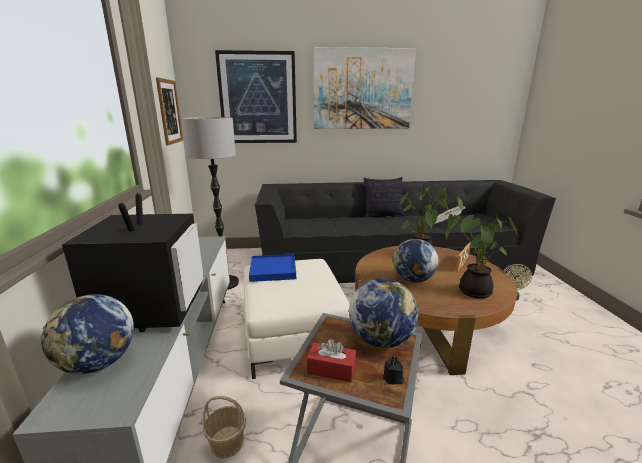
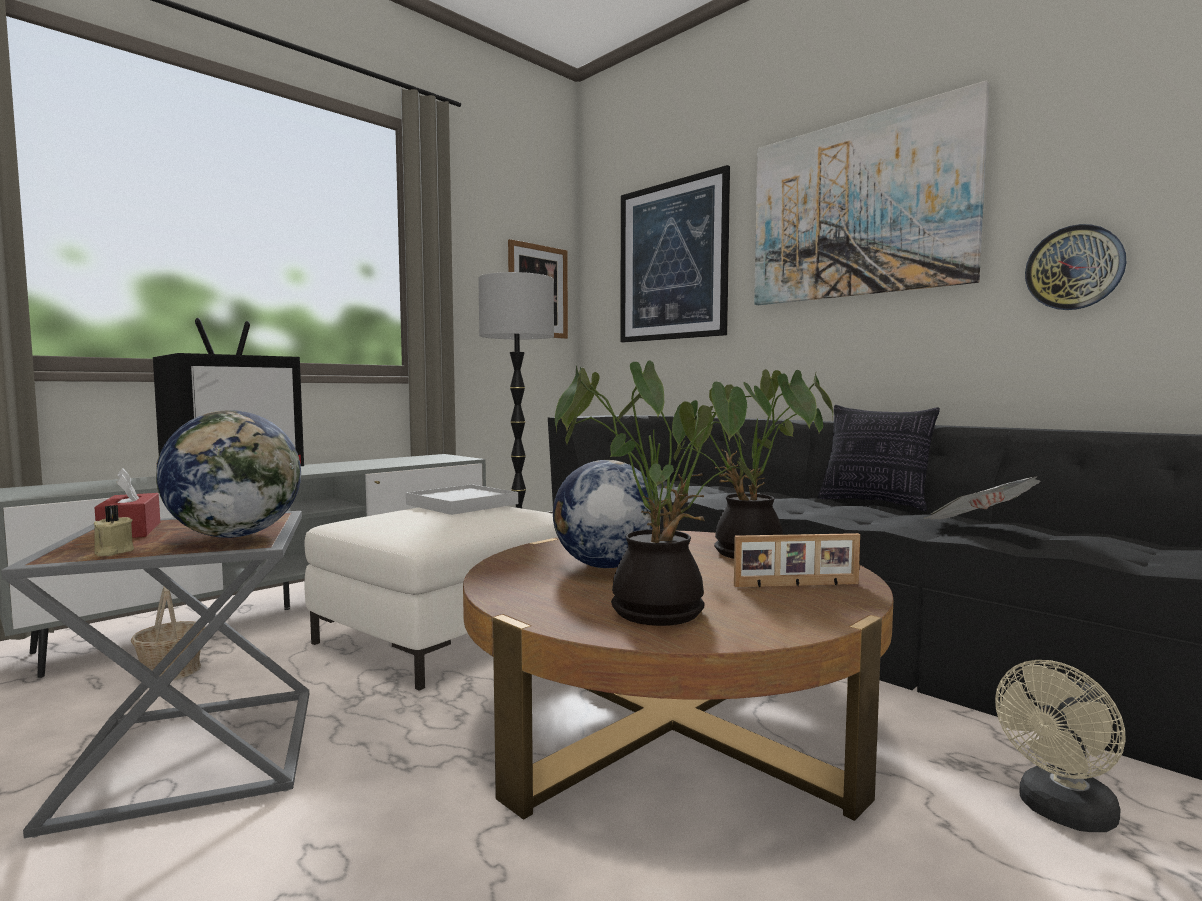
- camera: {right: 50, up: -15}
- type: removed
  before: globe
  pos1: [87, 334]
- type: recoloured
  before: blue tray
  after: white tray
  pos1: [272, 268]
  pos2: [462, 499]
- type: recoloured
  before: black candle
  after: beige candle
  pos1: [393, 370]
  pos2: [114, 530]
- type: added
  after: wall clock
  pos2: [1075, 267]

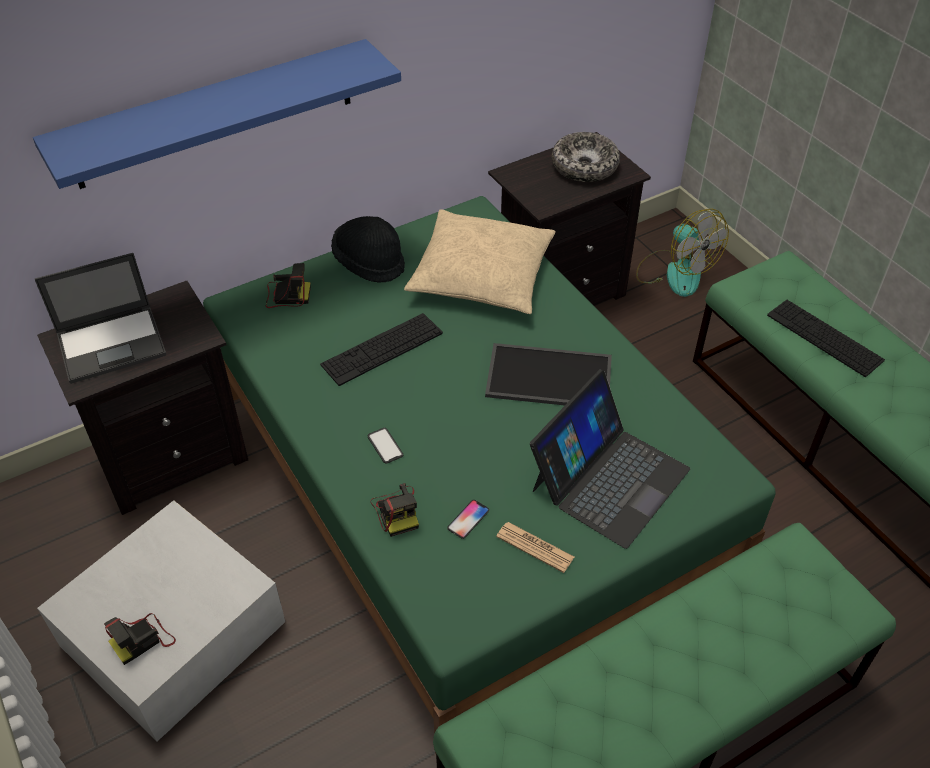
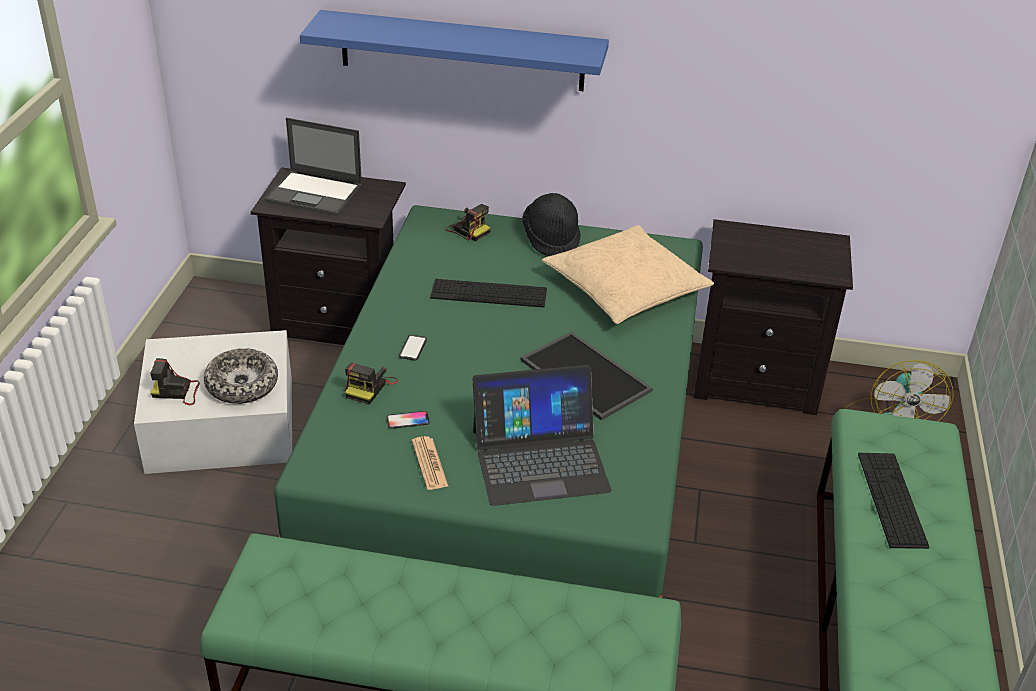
- camera: {right: 40, up: -10}
- type: moved
  before: bowl
  pos1: [586, 157]
  pos2: [241, 376]

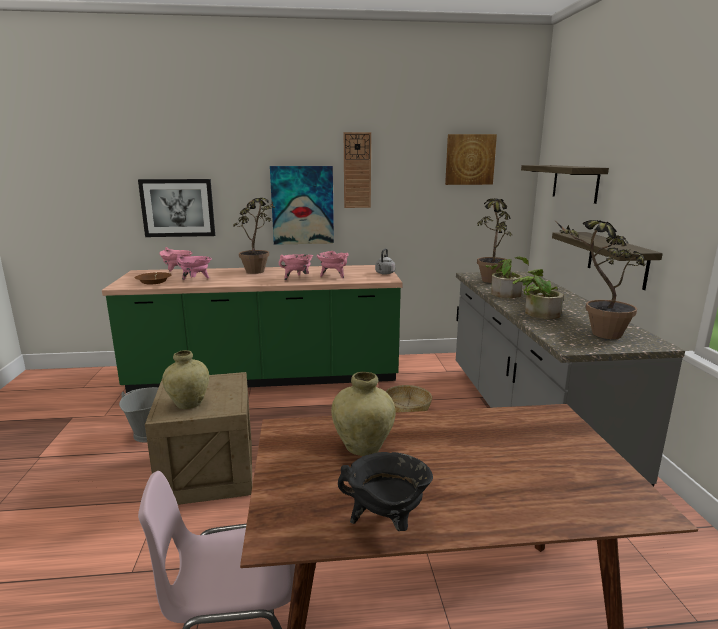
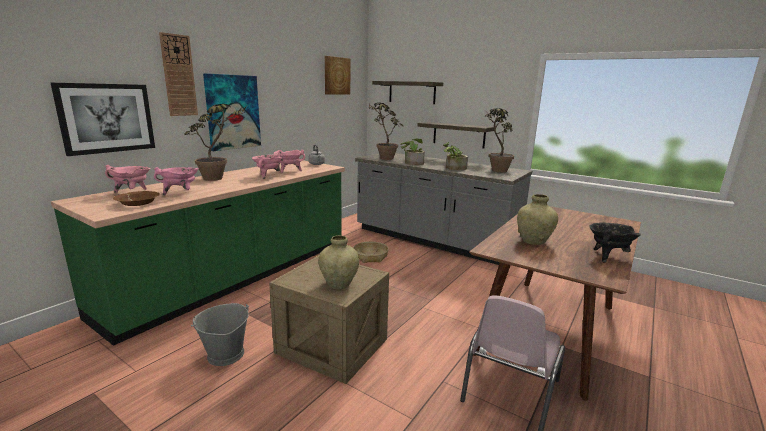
- camera: {right: -50, up: 0}
- type: moved
  before: wall clock
  pos1: [357, 170]
  pos2: [178, 74]

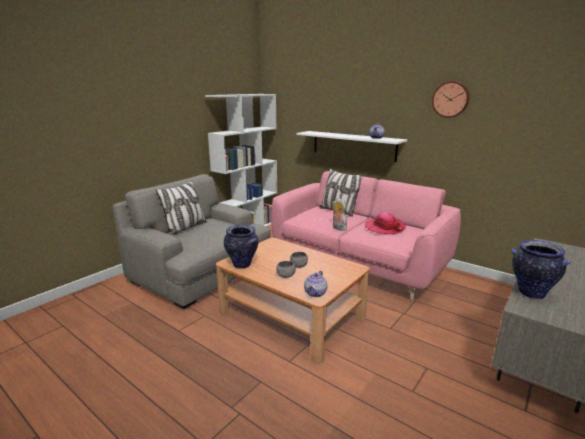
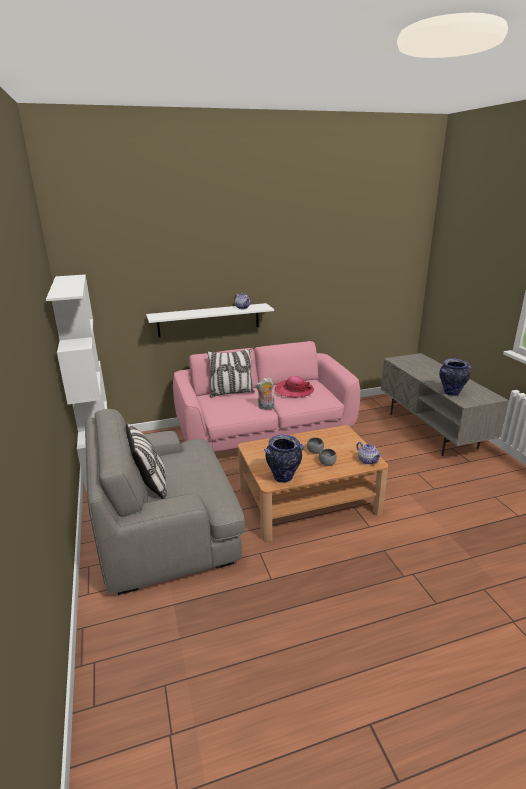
- camera: {right: -55, up: 5}
- type: removed
  before: wall clock
  pos1: [451, 99]

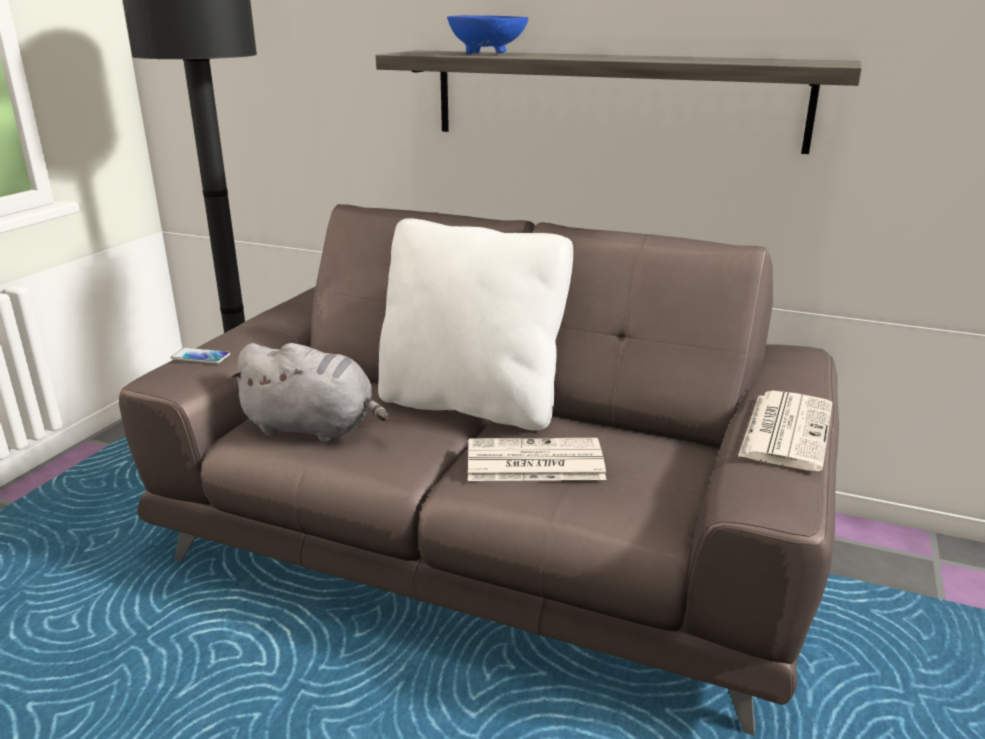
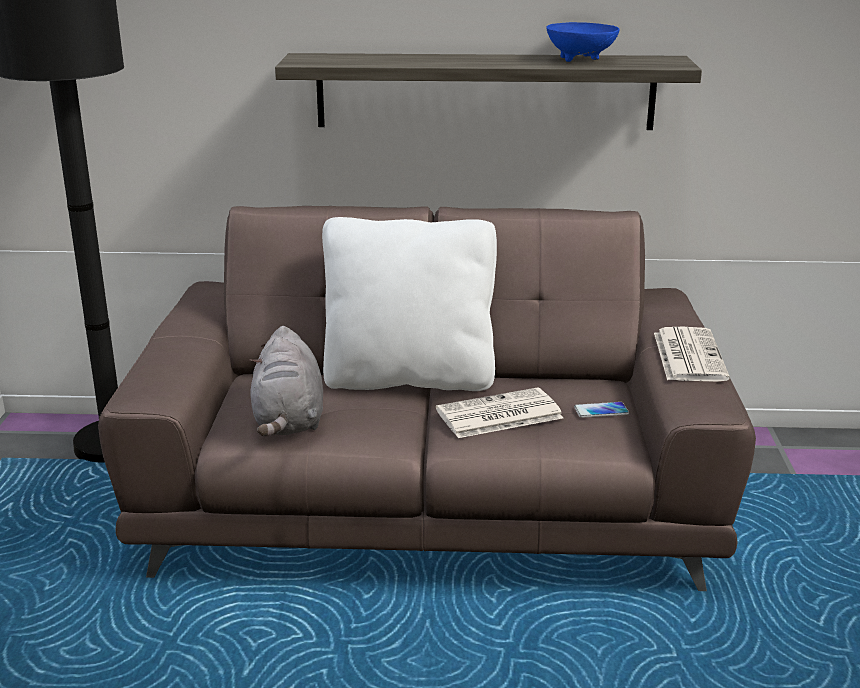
- camera: {right: -20, up: 0}
- type: moved
  before: phone
  pos1: [200, 356]
  pos2: [601, 410]
- type: turned
  before: grey plush toy
  pos1: [308, 392]
  pos2: [286, 381]
  turn: 90
- type: moved
  before: blue bowl
  pos1: [487, 34]
  pos2: [583, 42]

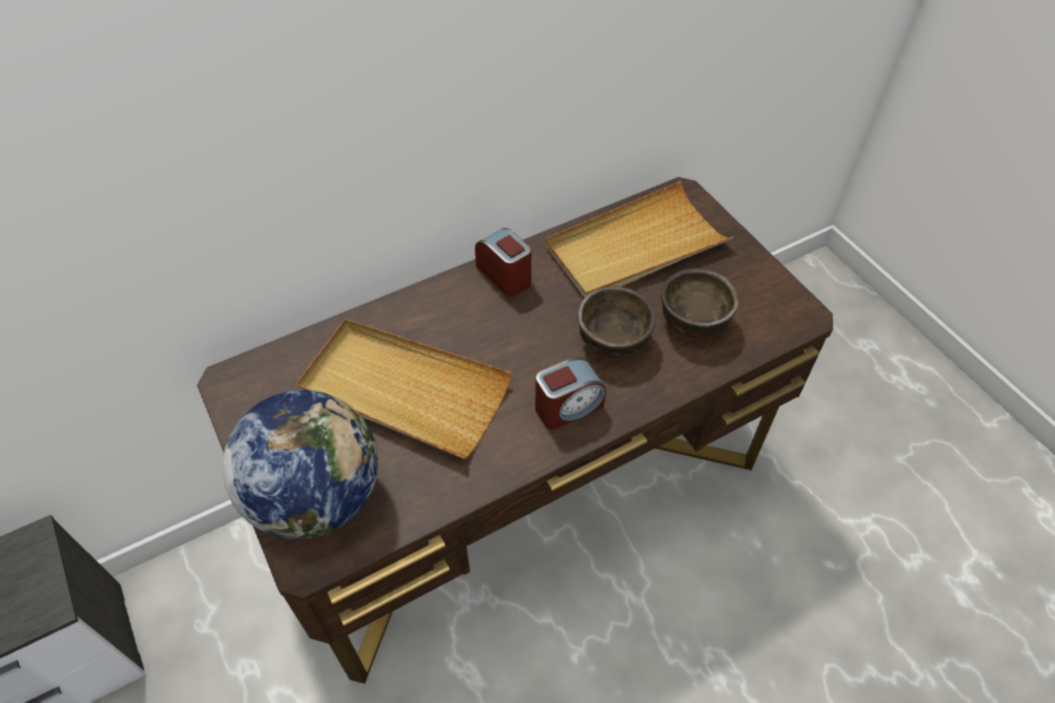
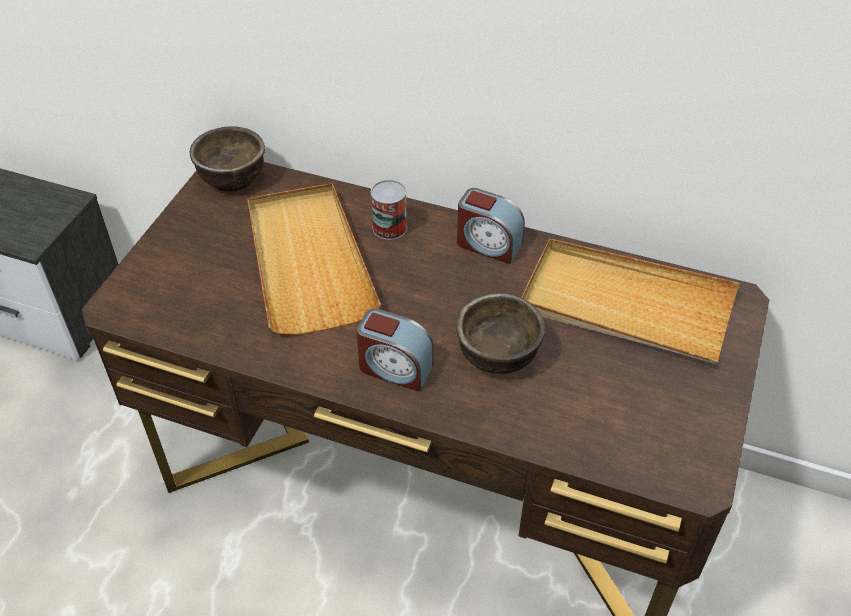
- camera: {right: 50, up: -5}
- type: removed
  before: globe
  pos1: [300, 464]
- type: turned
  before: alarm clock
  pos1: [503, 262]
  pos2: [491, 226]
  turn: 105
- type: moved
  before: brown bowl
  pos1: [700, 304]
  pos2: [227, 159]
- type: added
  after: can
  pos2: [389, 210]

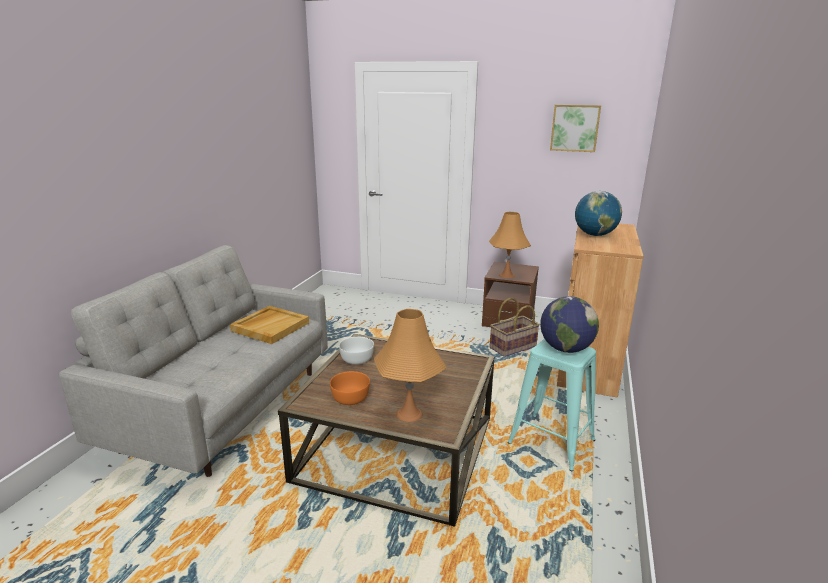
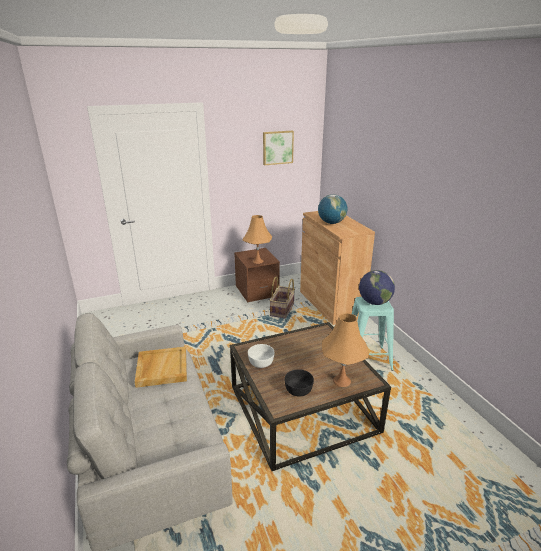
- camera: {right: -40, up: 5}
- type: recoloured
  before: orange bowl
  after: black bowl
  pos1: [350, 388]
  pos2: [299, 383]

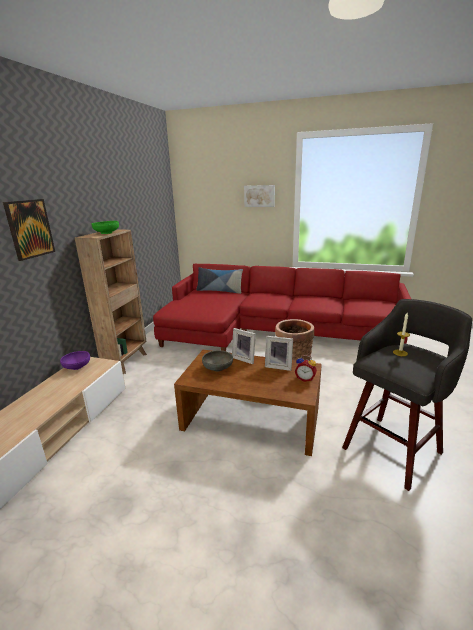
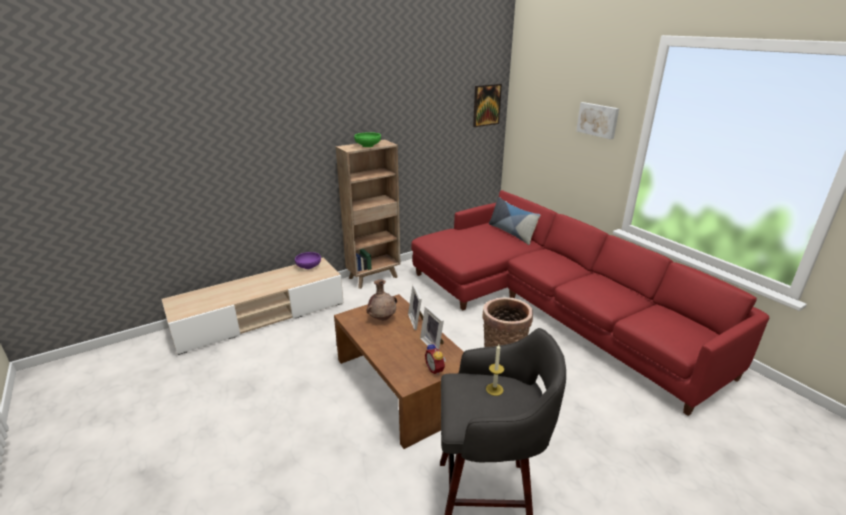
- camera: {right: 40, up: 5}
- type: moved
  before: picture
  pos1: [29, 230]
  pos2: [487, 105]
- type: replaced
  before: grey bowl
  after: brown vase
  pos1: [217, 360]
  pos2: [382, 299]

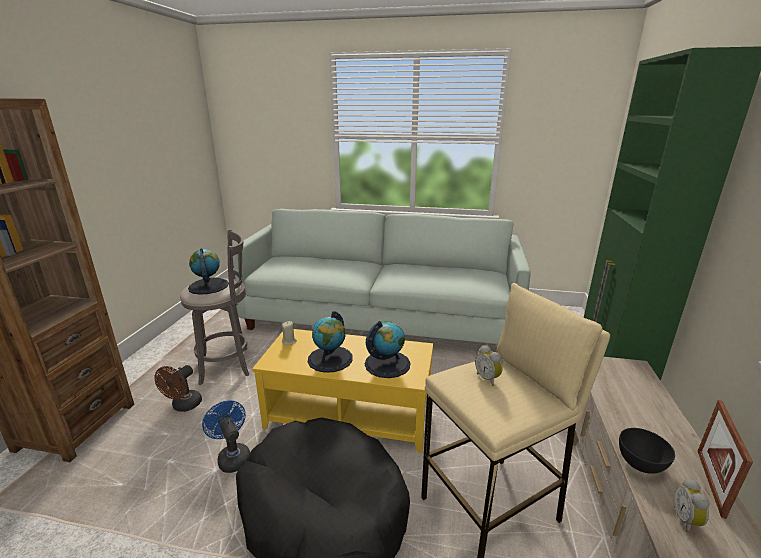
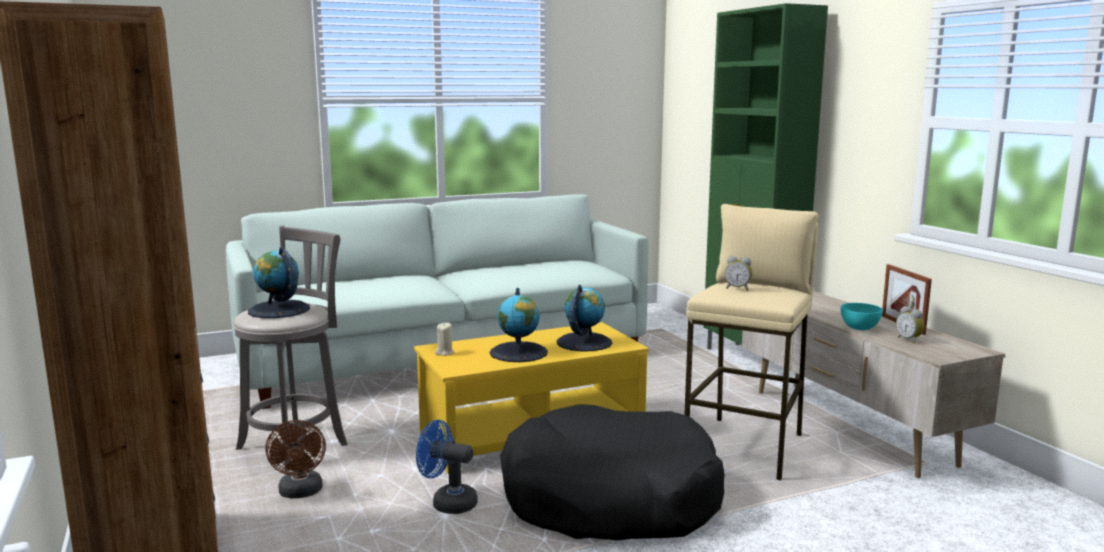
- camera: {right: -35, up: -10}
- type: recoloured
  before: black bowl
  after: turquoise bowl
  pos1: [647, 451]
  pos2: [862, 316]

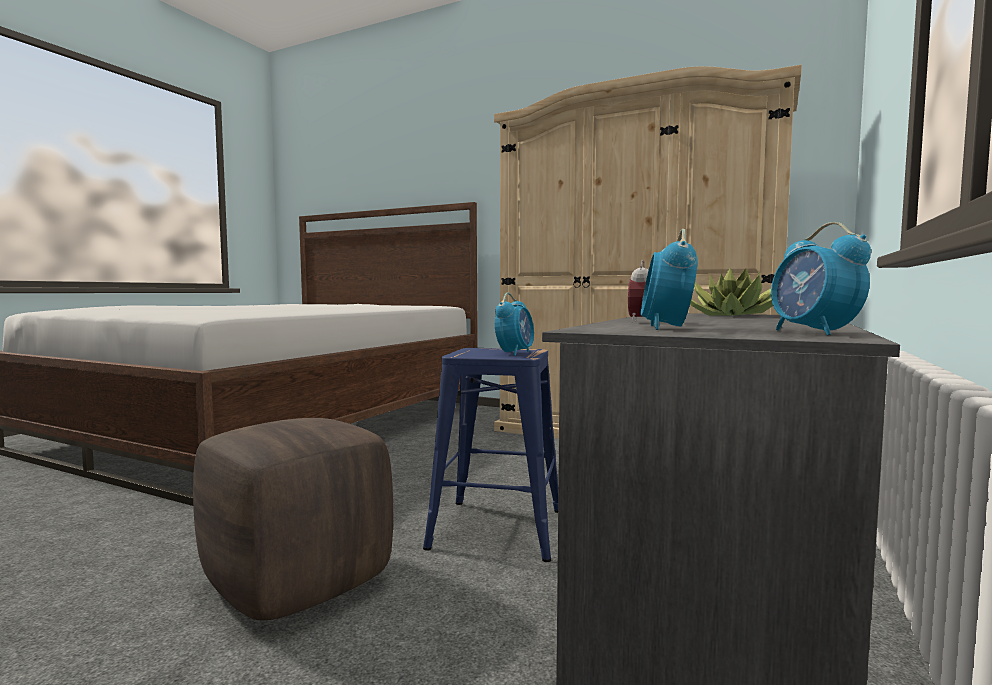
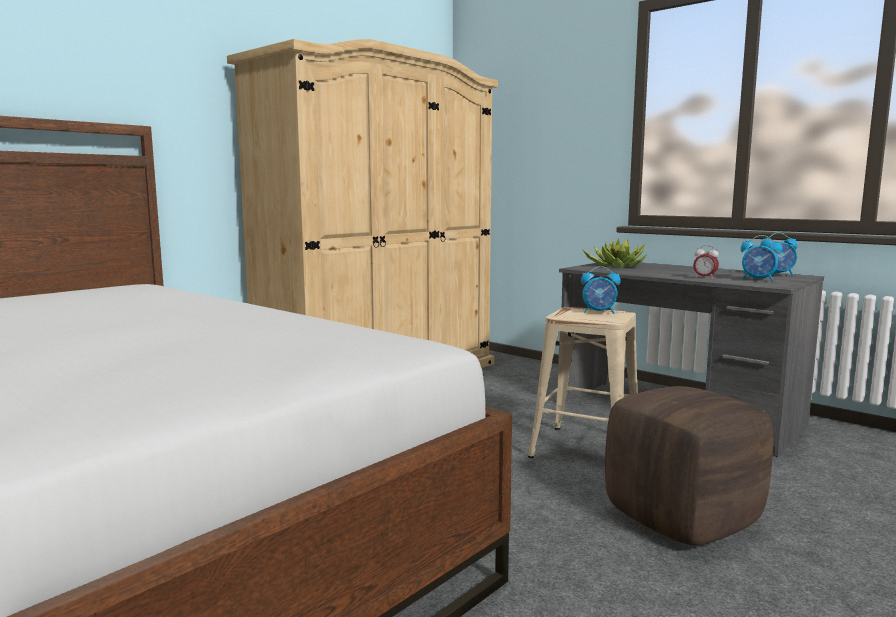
- camera: {right: -75, up: 5}
- type: recoloured
  before: blue stool
  after: beige stool
  pos1: [490, 455]
  pos2: [583, 382]
- type: turned
  before: alarm clock
  pos1: [514, 324]
  pos2: [601, 290]
  turn: 150

